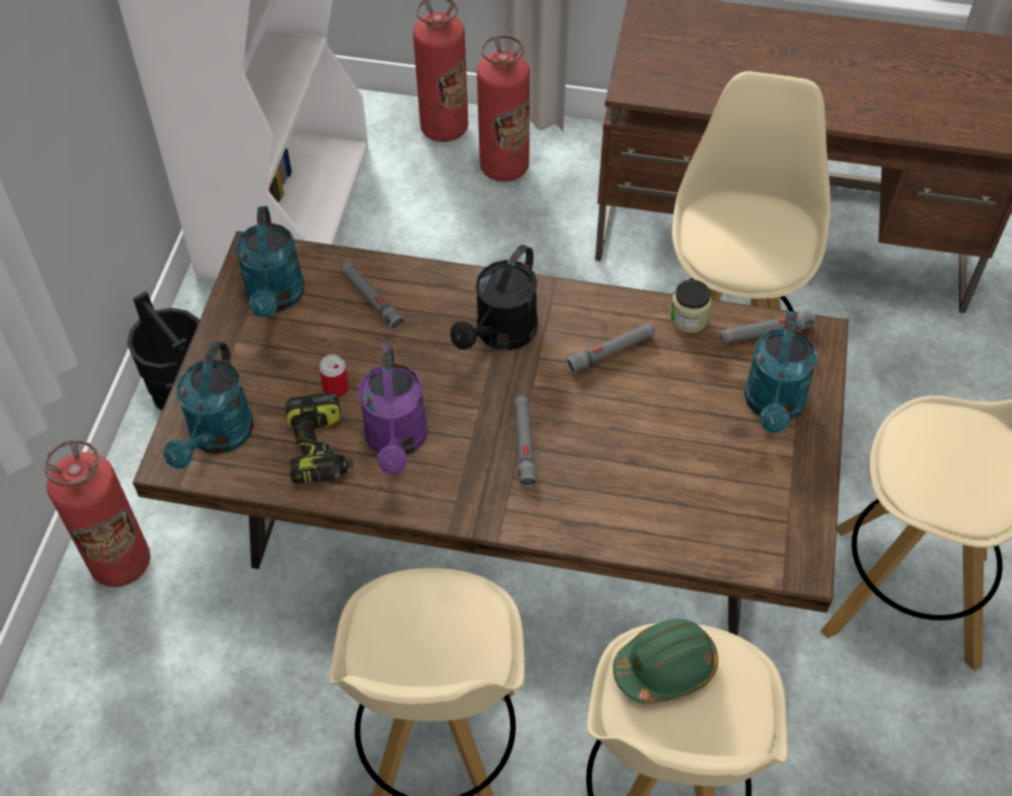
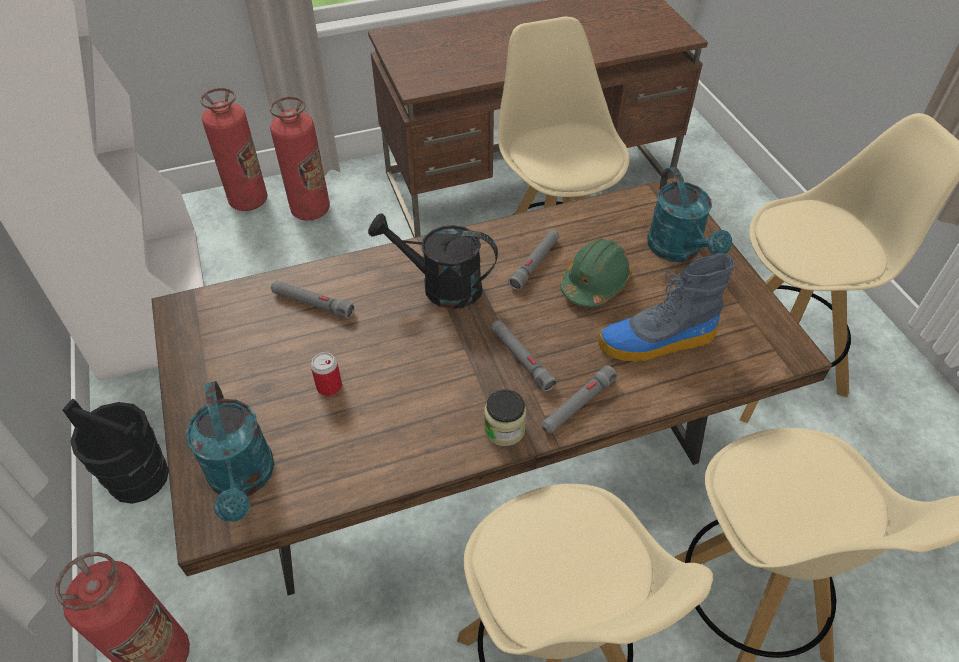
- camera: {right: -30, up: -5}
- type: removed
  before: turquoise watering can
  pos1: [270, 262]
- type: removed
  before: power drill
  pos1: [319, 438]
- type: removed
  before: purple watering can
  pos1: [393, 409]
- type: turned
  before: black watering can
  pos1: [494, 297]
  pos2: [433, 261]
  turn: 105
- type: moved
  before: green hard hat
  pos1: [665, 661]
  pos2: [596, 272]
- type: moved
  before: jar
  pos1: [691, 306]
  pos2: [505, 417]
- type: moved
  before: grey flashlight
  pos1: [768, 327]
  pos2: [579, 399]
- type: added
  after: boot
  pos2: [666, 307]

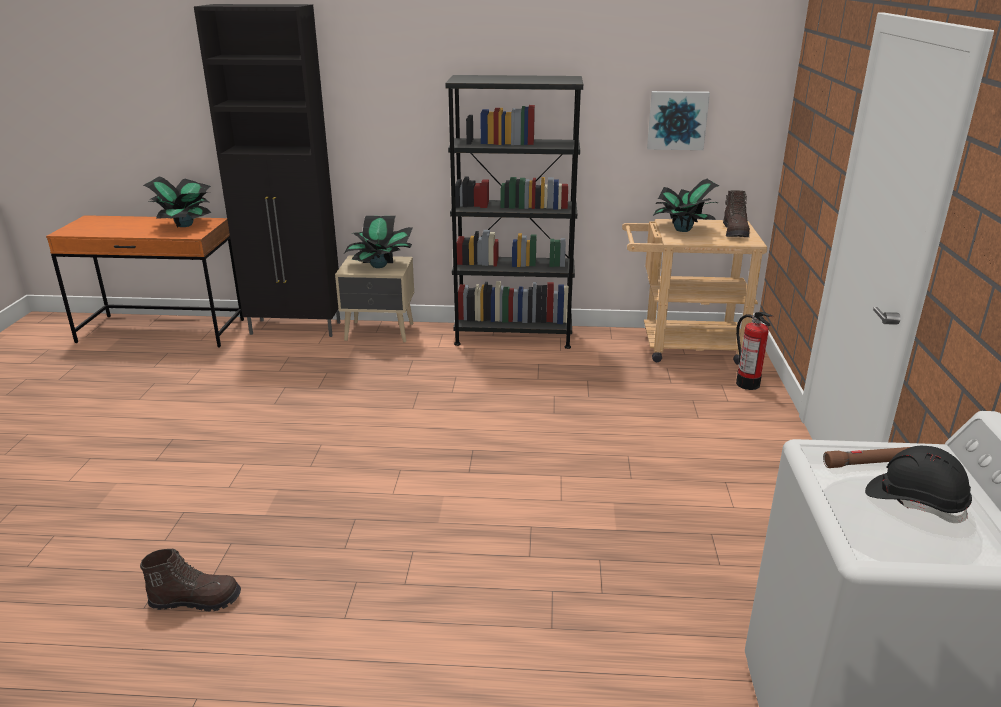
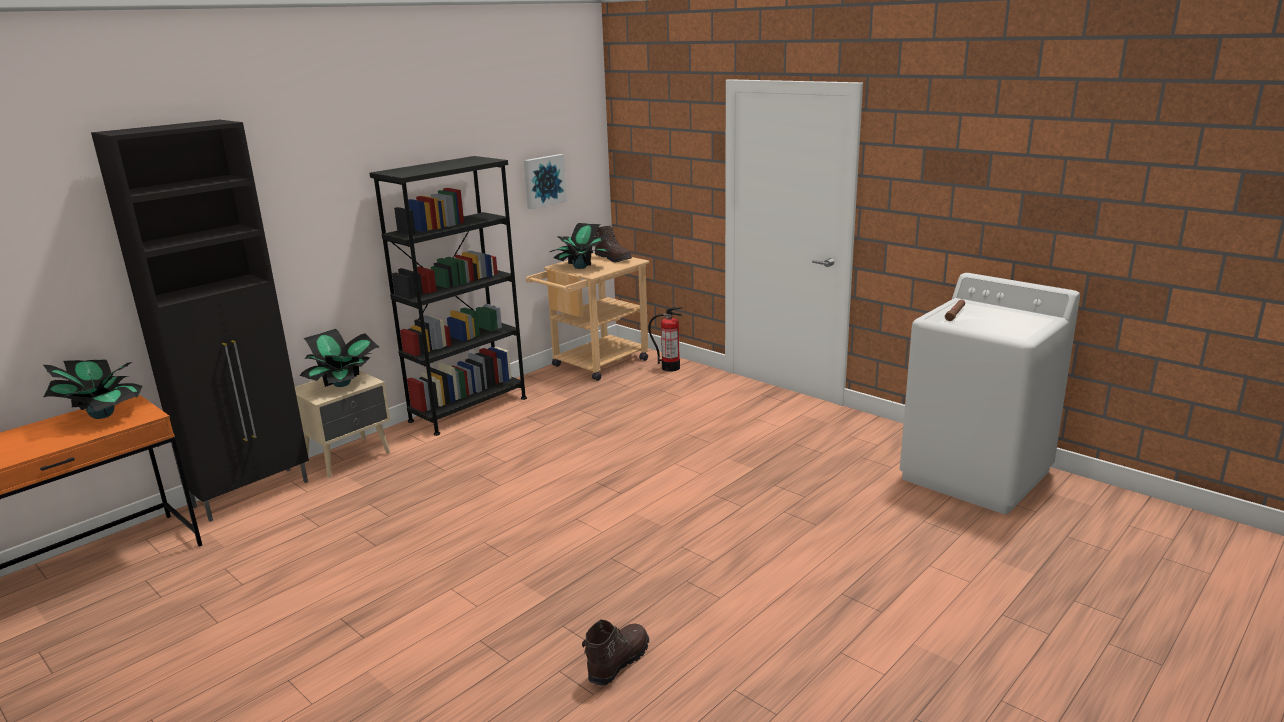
- camera: {right: -50, up: -5}
- type: removed
  before: black hard hat
  pos1: [918, 484]

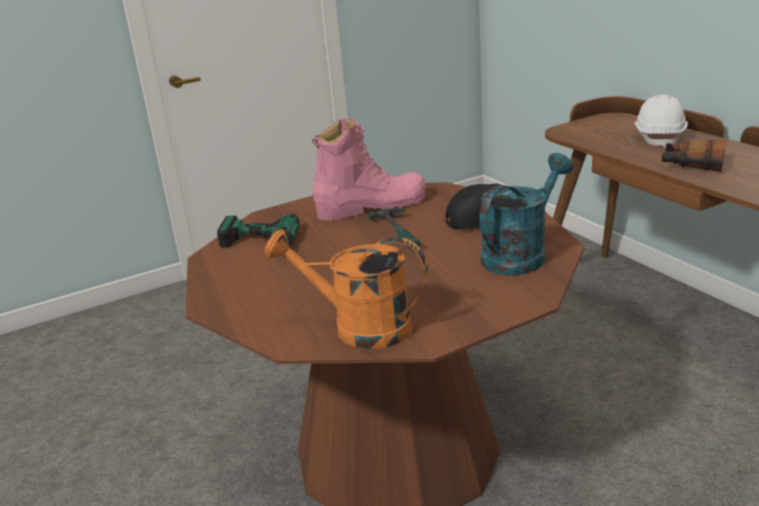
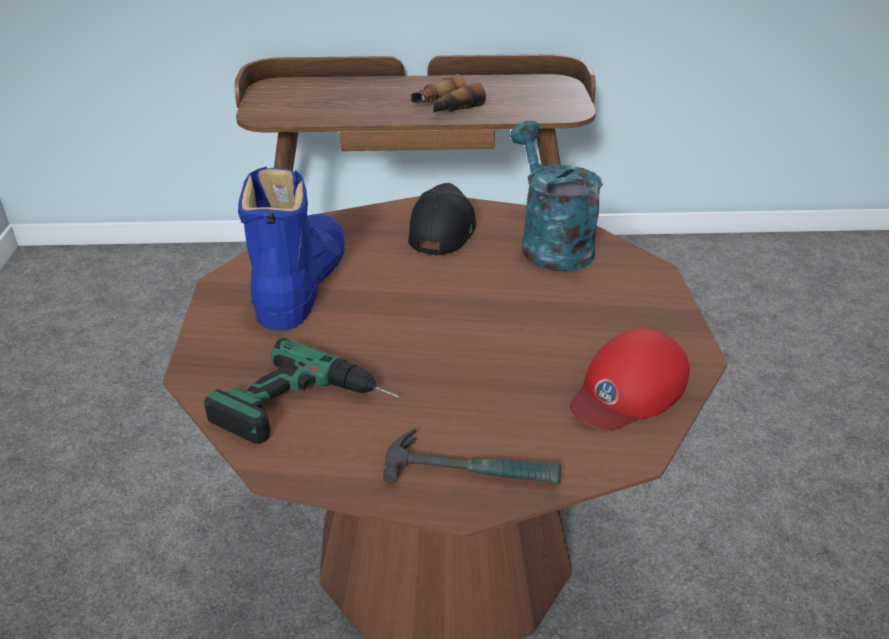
- camera: {right: -65, up: 10}
- type: replaced
  before: orange watering can
  after: red cap
  pos1: [346, 289]
  pos2: [630, 379]
- type: recoloured
  before: pink boot
  after: blue boot
  pos1: [369, 170]
  pos2: [291, 249]
- type: moved
  before: hammer
  pos1: [394, 228]
  pos2: [472, 457]
- type: removed
  before: white hard hat
  pos1: [661, 121]

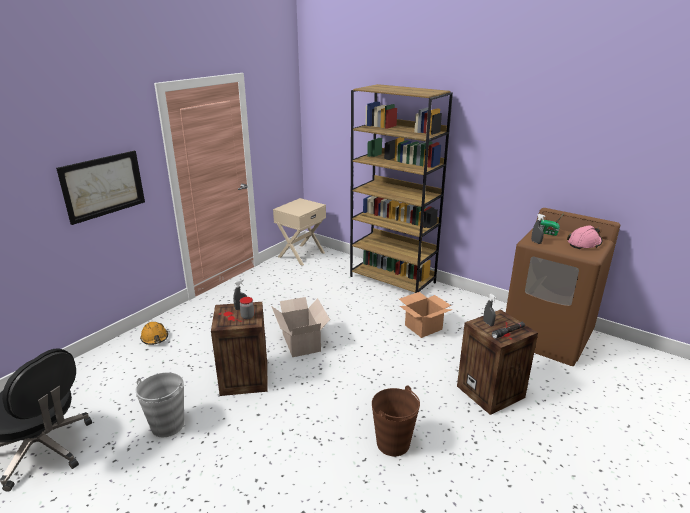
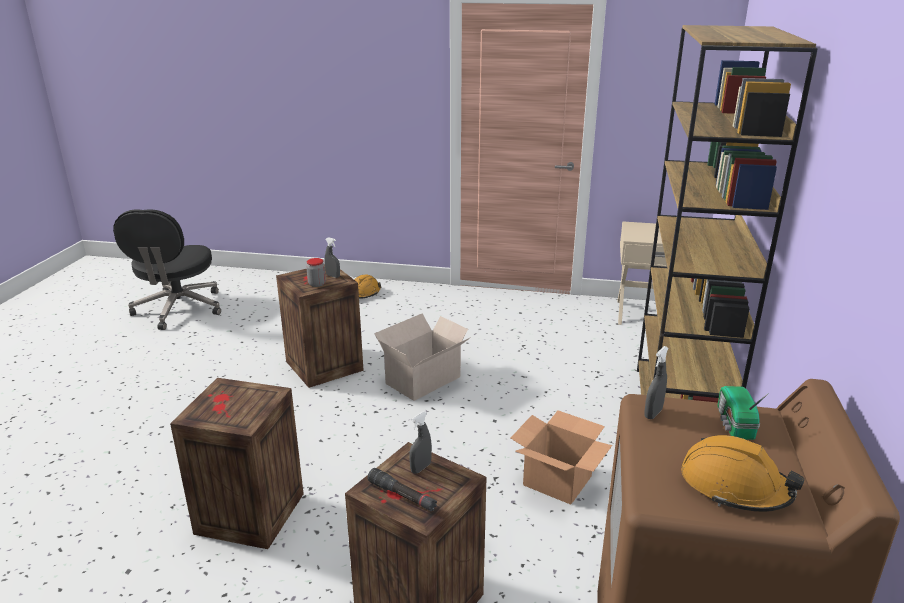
- camera: {right: 65, up: 0}
- type: removed
  before: picture
  pos1: [100, 188]
- type: removed
  before: grey bucket
  pos1: [159, 404]
- type: replaced
  before: brown bucket
  after: crate
  pos1: [396, 420]
  pos2: [237, 463]
- type: recoloured
  before: pink hard hat
  after: orange hard hat
  pos1: [584, 237]
  pos2: [743, 473]

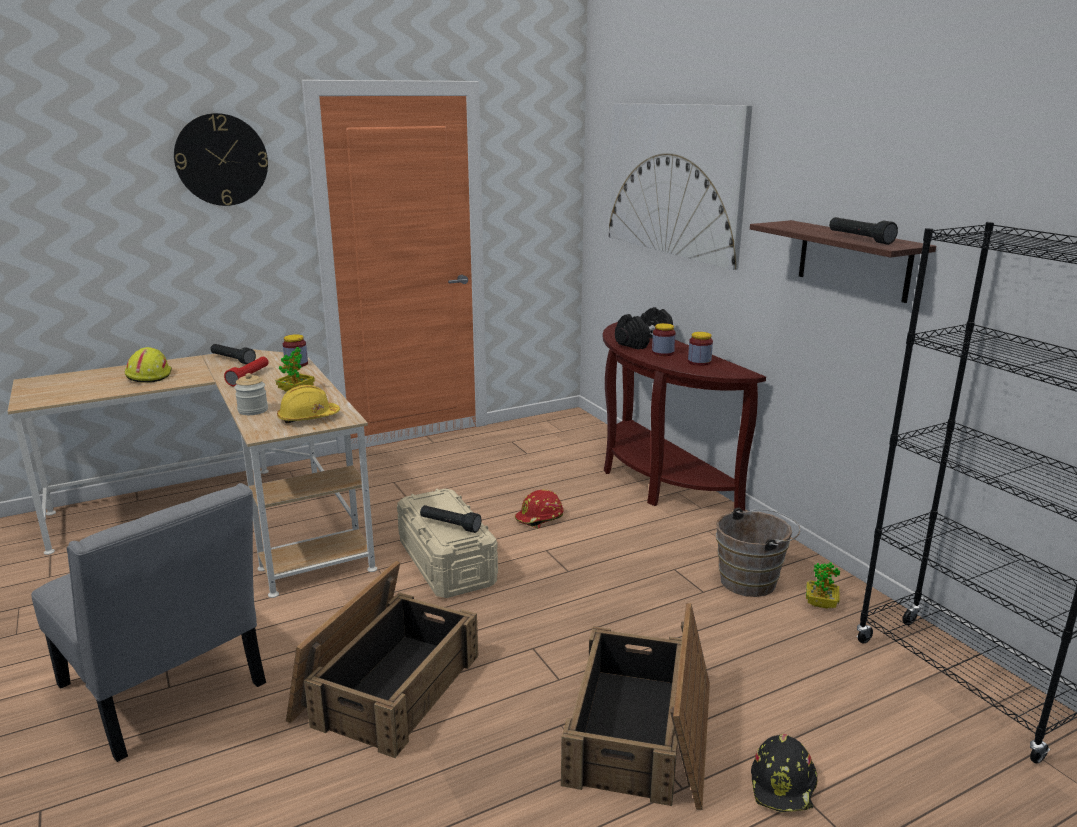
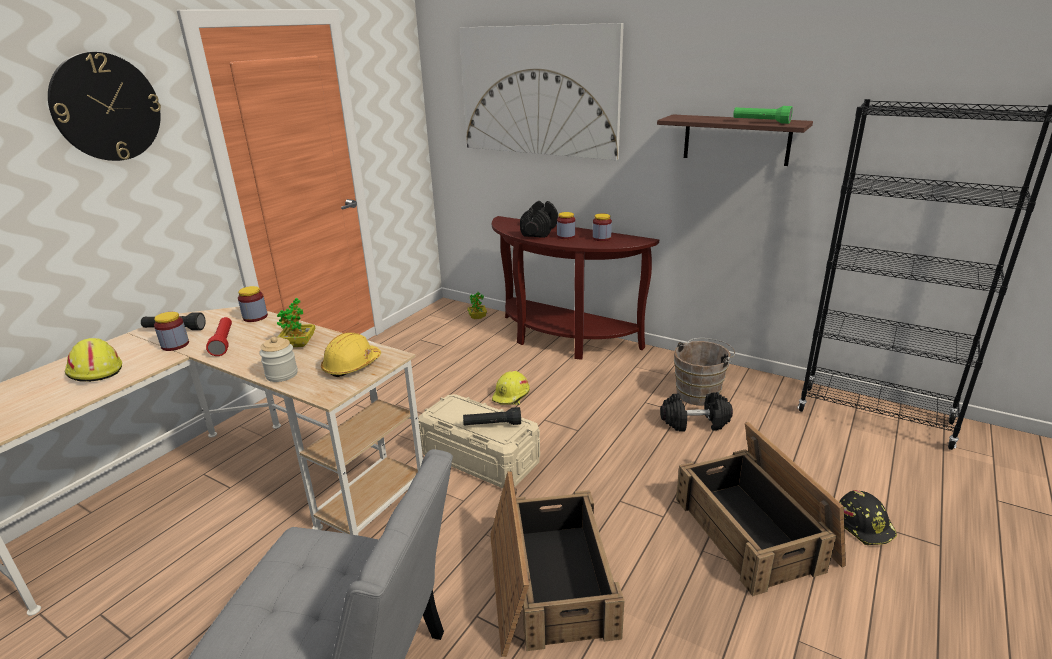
- camera: {right: -30, up: 5}
- type: recoloured
  before: red hard hat
  after: yellow hard hat
  pos1: [539, 508]
  pos2: [511, 387]
- type: moved
  before: potted plant
  pos1: [823, 585]
  pos2: [477, 305]
- type: recoloured
  before: black flashlight
  after: green flashlight
  pos1: [863, 231]
  pos2: [763, 115]
- type: added
  after: jar
  pos2: [171, 331]
- type: added
  after: black dumbbell
  pos2: [696, 412]

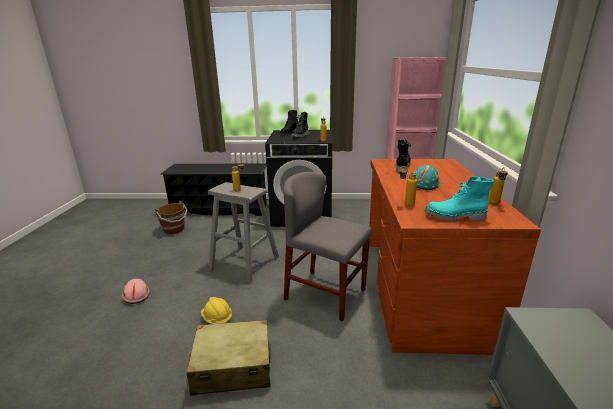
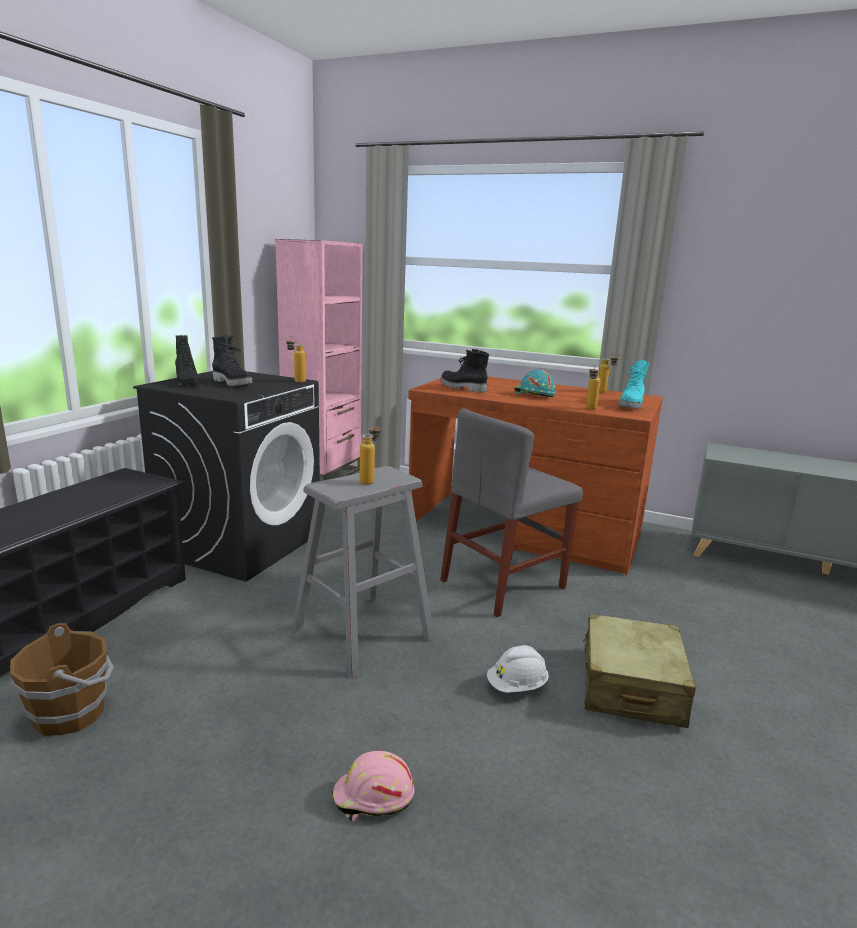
- camera: {right: -70, up: -5}
- type: recoloured
  before: yellow hard hat
  after: white hard hat
  pos1: [216, 310]
  pos2: [518, 669]

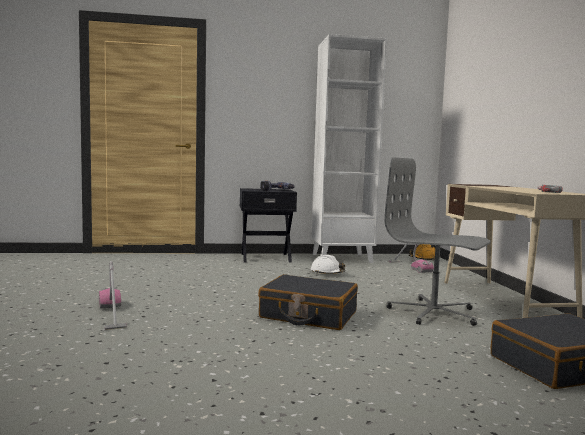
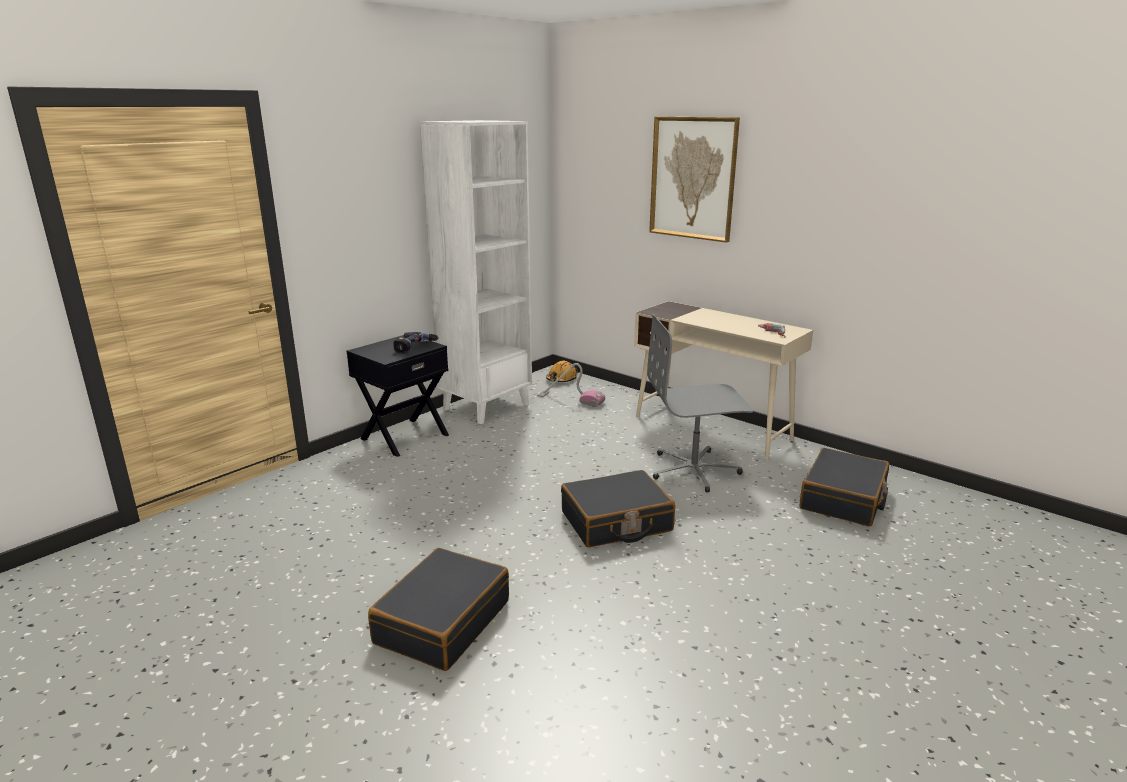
- camera: {right: -40, up: 15}
- type: replaced
  before: vacuum cleaner
  after: black suitcase
  pos1: [113, 295]
  pos2: [438, 609]
- type: removed
  before: white hard hat
  pos1: [328, 264]
- type: added
  after: picture
  pos2: [694, 180]

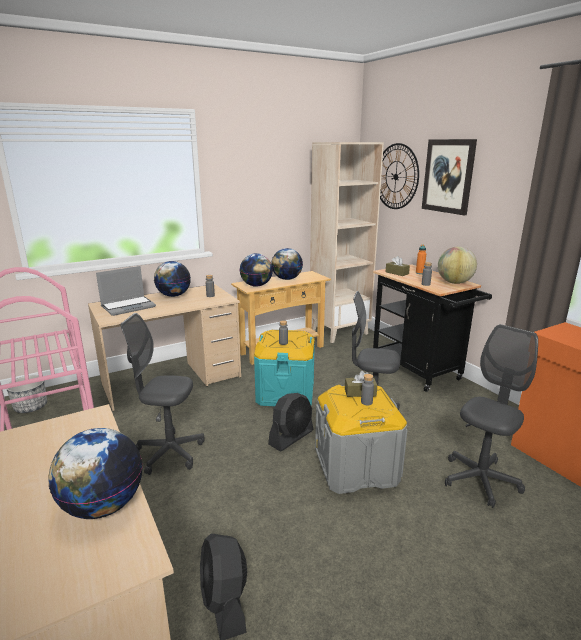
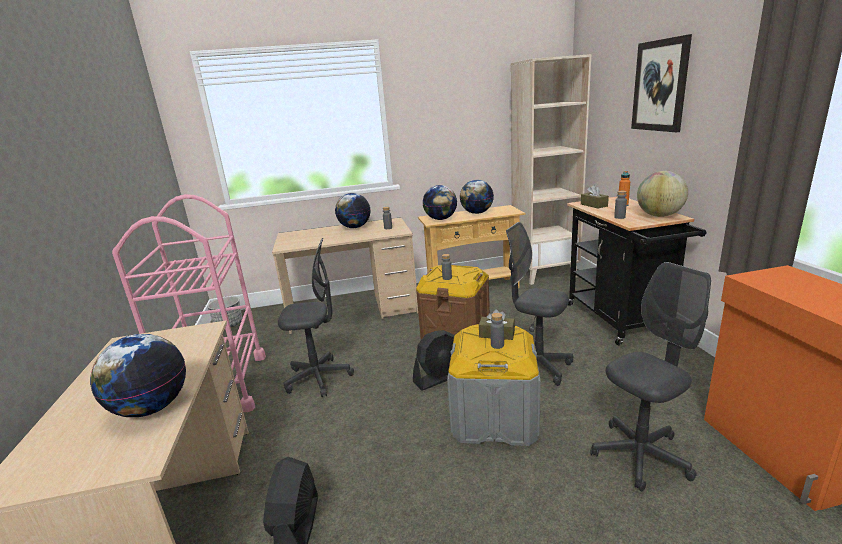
- camera: {right: 20, up: 0}
- type: removed
  before: laptop
  pos1: [126, 291]
- type: turned
  before: grey office chair
  pos1: [162, 394]
  pos2: [316, 317]
  turn: 150
- type: recoloured
  before: turquoise storage box
  after: brown storage box
  pos1: [284, 368]
  pos2: [453, 302]
- type: removed
  before: wall clock
  pos1: [399, 176]

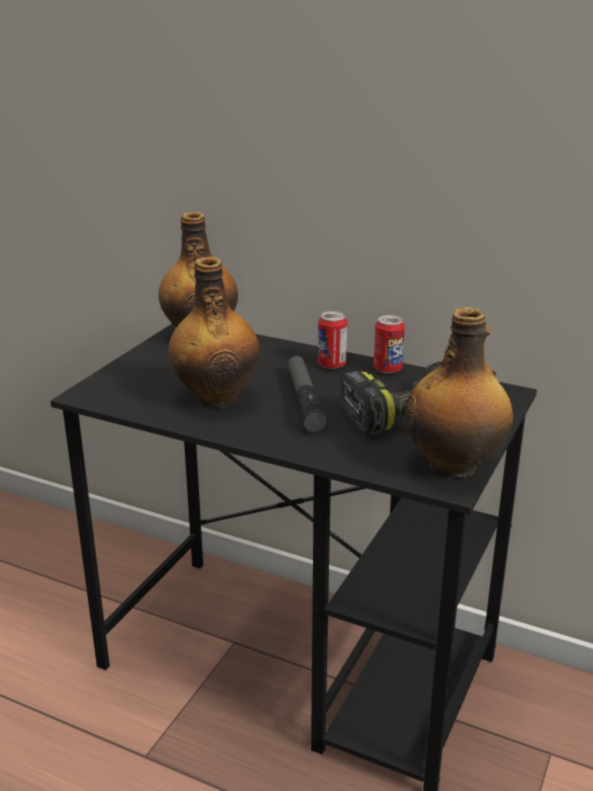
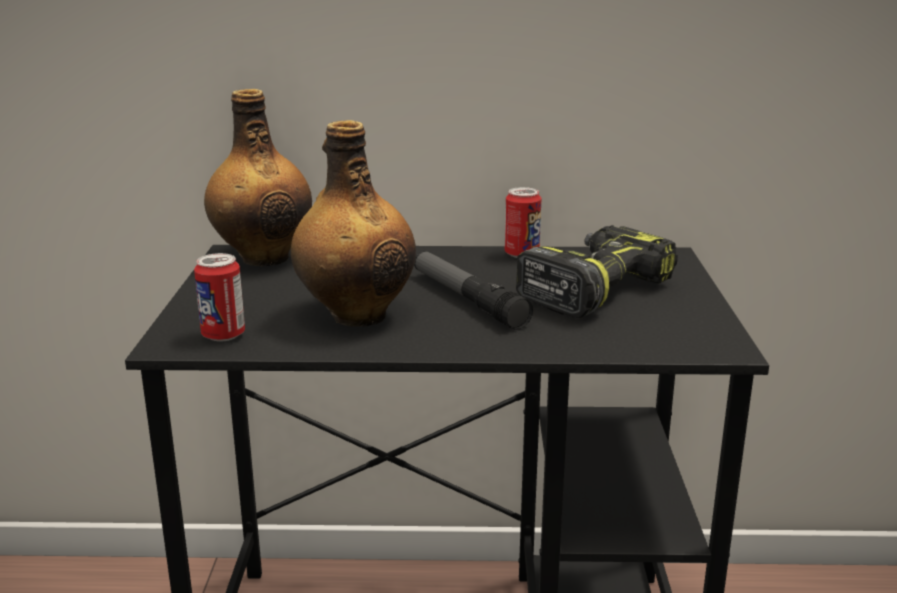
- camera: {right: -25, up: -5}
- type: moved
  before: can
  pos1: [332, 340]
  pos2: [219, 297]
- type: removed
  before: bottle
  pos1: [459, 393]

